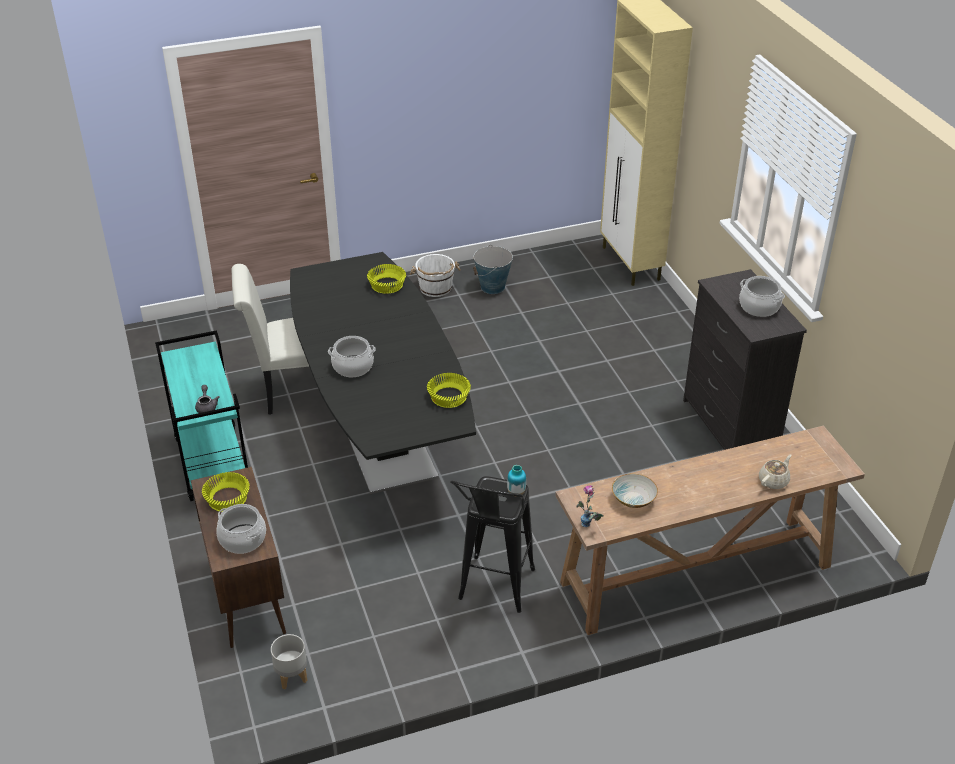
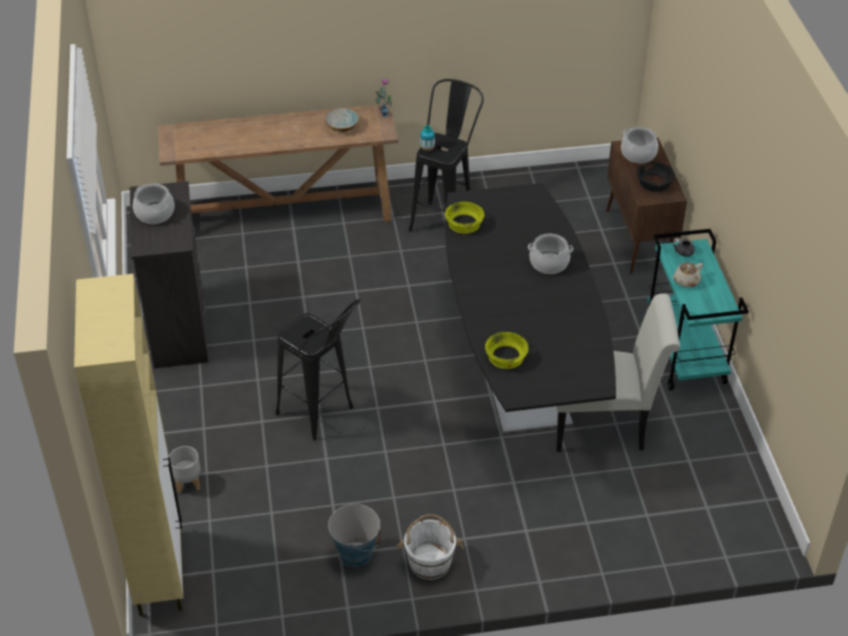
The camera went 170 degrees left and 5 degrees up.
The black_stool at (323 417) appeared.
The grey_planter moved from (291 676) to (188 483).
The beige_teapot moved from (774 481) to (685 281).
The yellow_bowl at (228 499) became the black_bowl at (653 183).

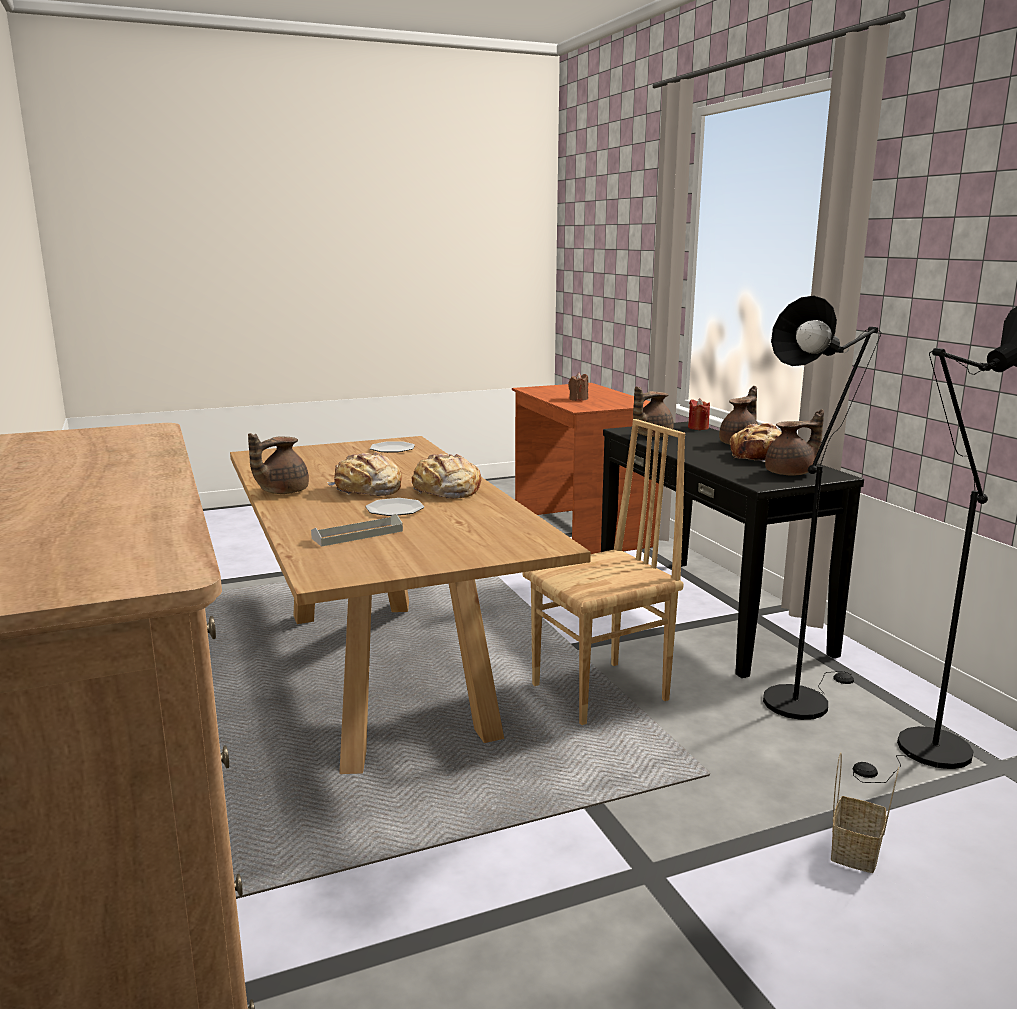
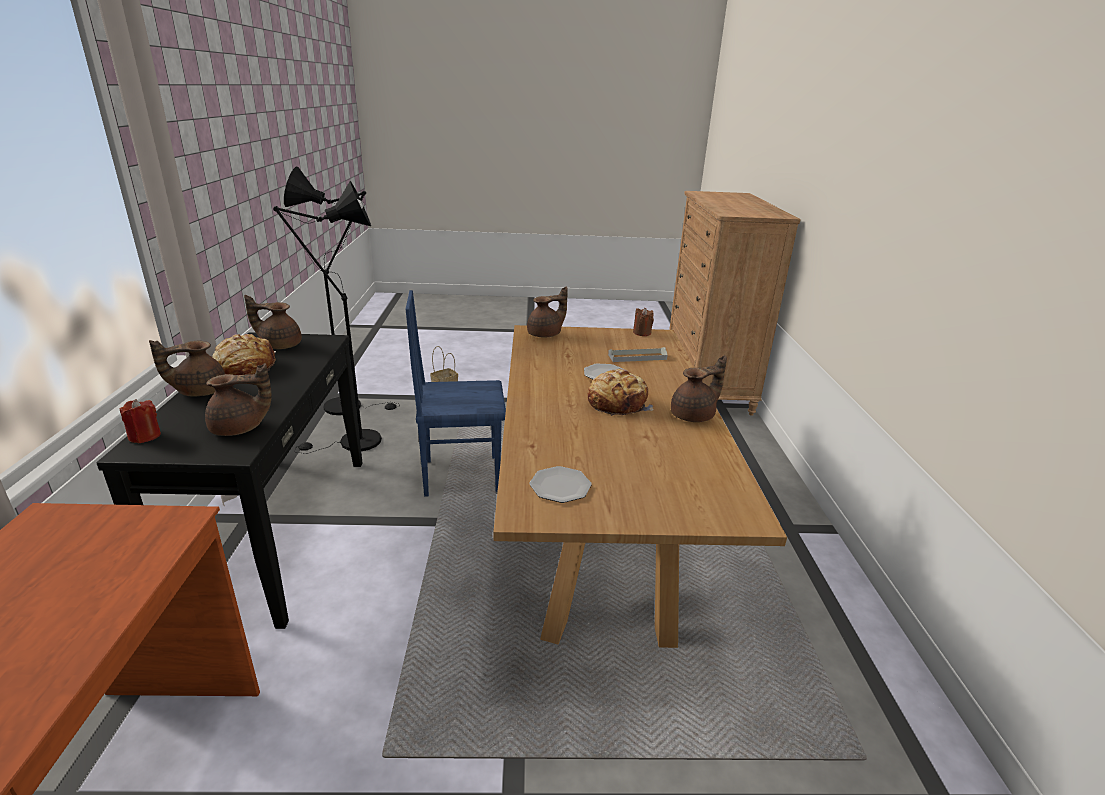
The camera went 160 degrees left and 10 degrees up.
The bread at (445 491) disappeared.
The brown_teapot at (546 334) appeared.
The brown_candle moved from (578 399) to (642 333).
The brown_chair at (602 693) became the blue_chair at (461 475).

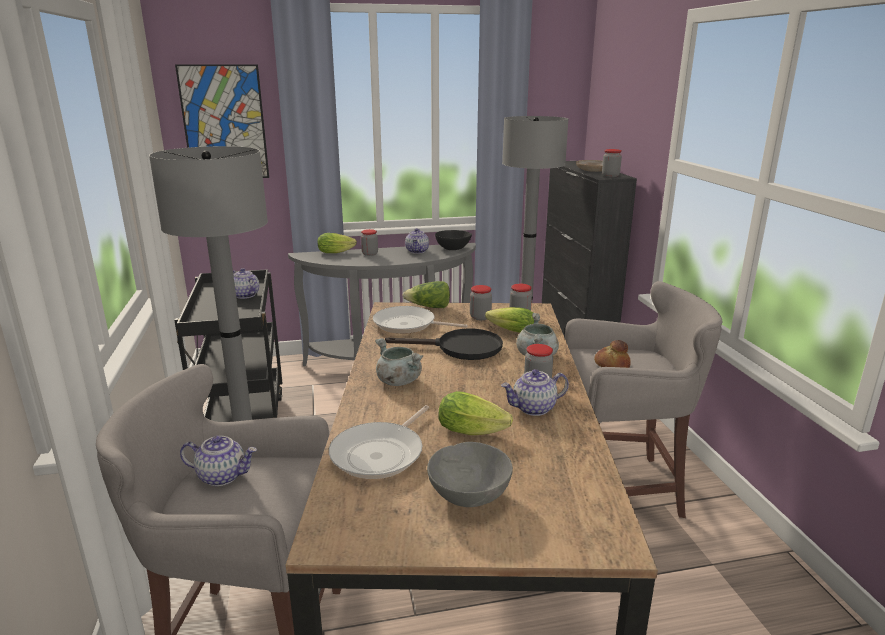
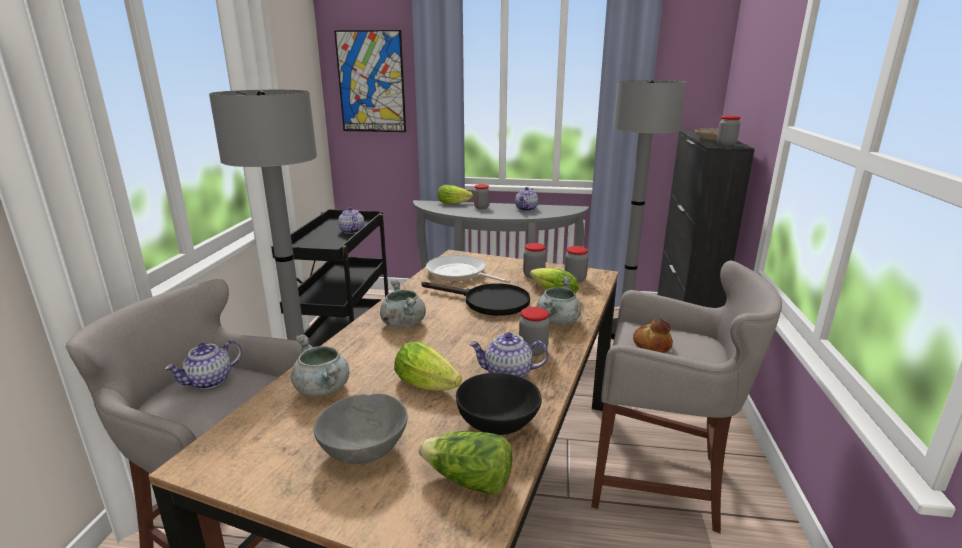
The camera went 20 degrees right and 0 degrees up.
The lettuce moved from (429 307) to (468 480).
The black_bowl moved from (453 248) to (497 423).
The frying_pan at (380 454) was replaced by the grey_cooking_pot at (323 389).
The teapot at (222 476) turned 105 degrees clockwise.

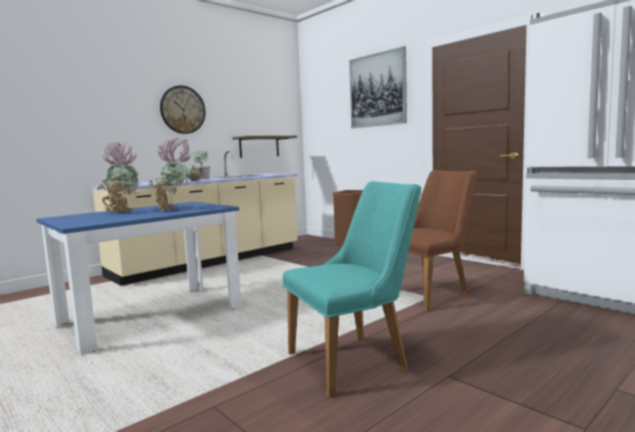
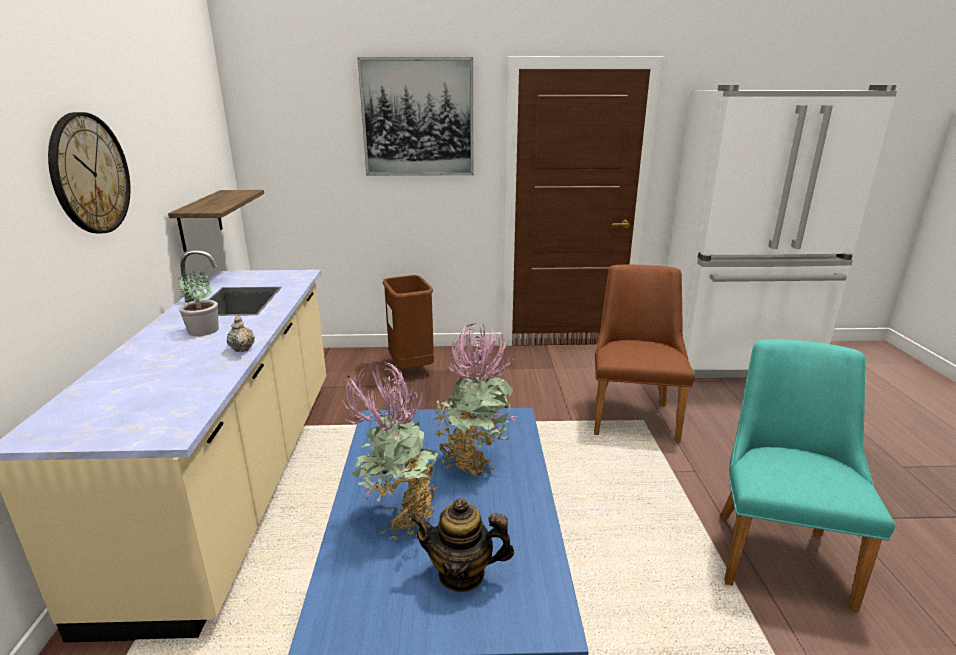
The camera went 50 degrees left and 15 degrees up.
The teapot at (462 574) appeared.

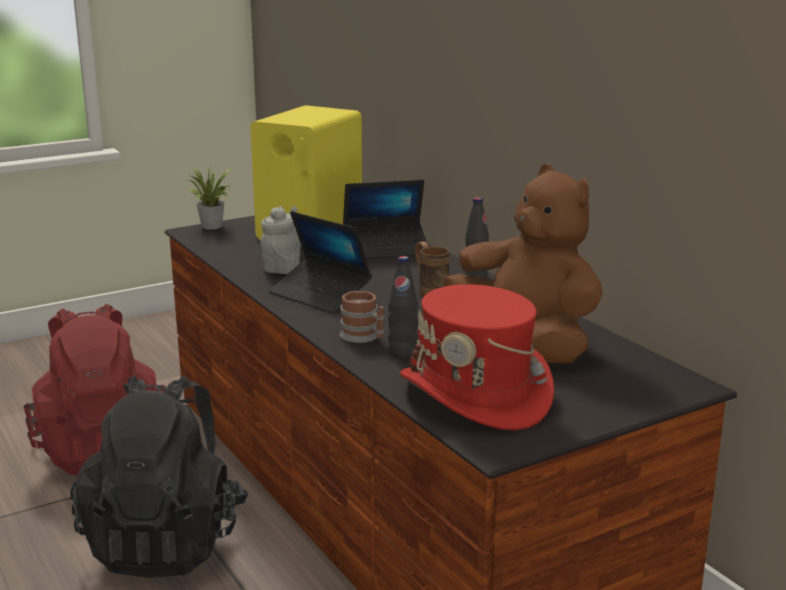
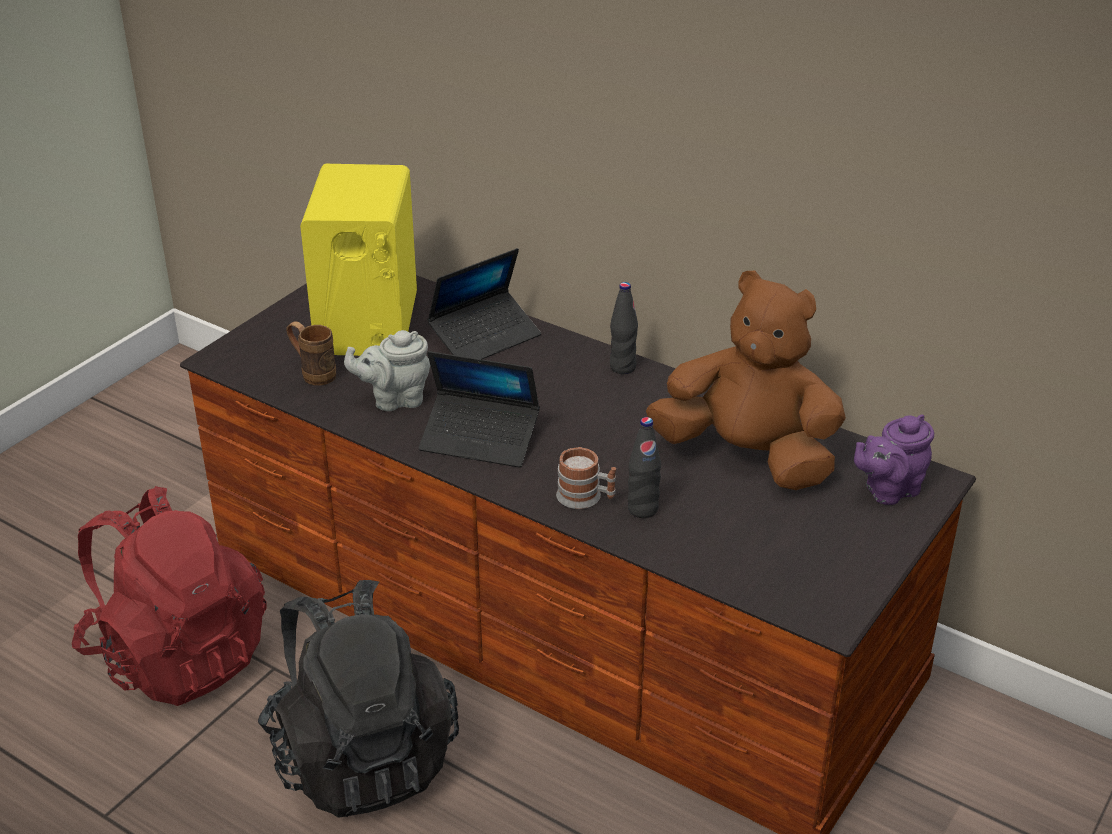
The camera went 25 degrees left and 15 degrees up.
The potted_plant at (211 227) disappeared.
The red_hat at (476 395) disappeared.
The purple_teapot at (888 490) appeared.
The brown_mug moved from (429 292) to (313 373).
The grey_teapot at (283 267) turned 90 degrees counterclockwise.

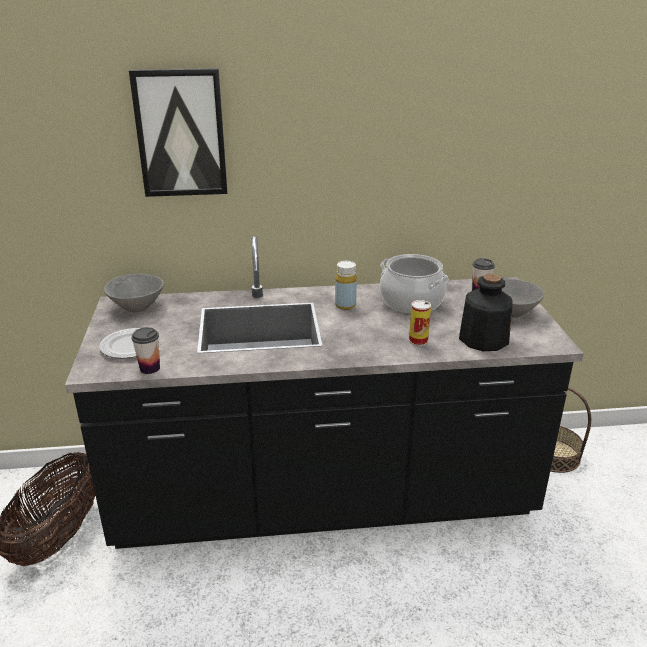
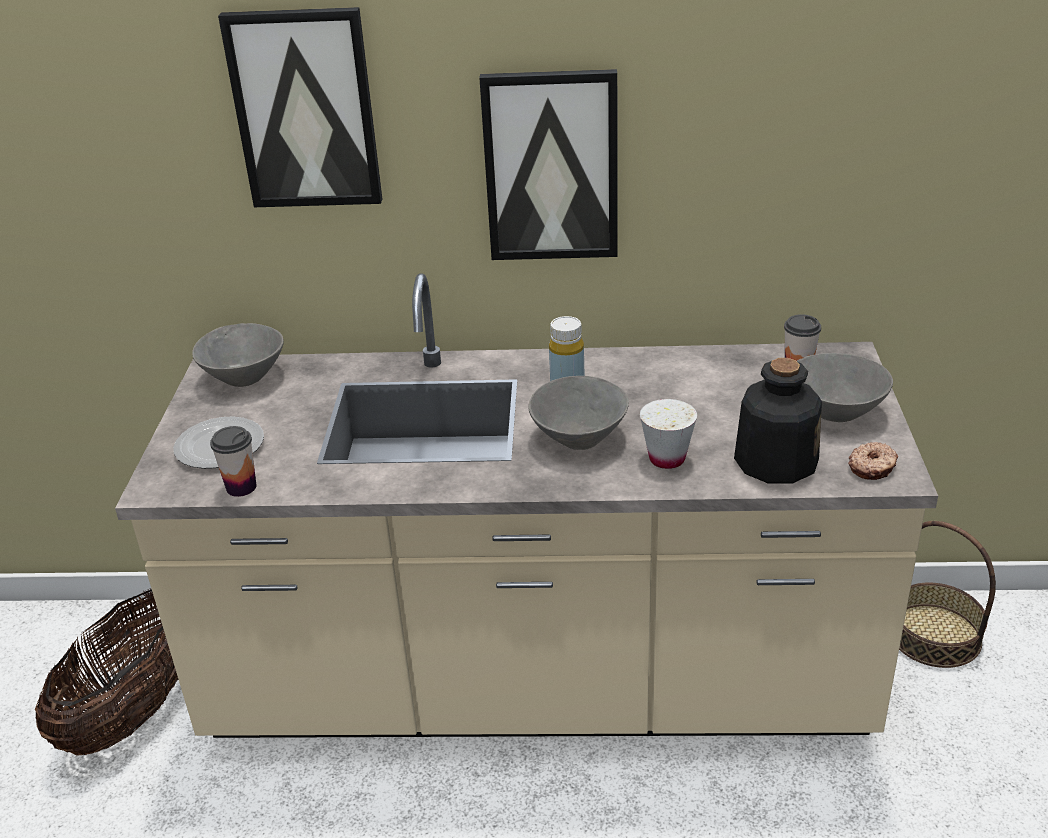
The camera went 10 degrees right and 5 degrees up.
The cooking_pot at (411 302) disappeared.
The picture at (551 166) appeared.
The grey_bowl at (578 439) appeared.
The donut at (872 468) appeared.
The can at (418 341) was replaced by the white_cup at (667 459).
The black_counter at (323 498) became the beige_counter at (538 682).

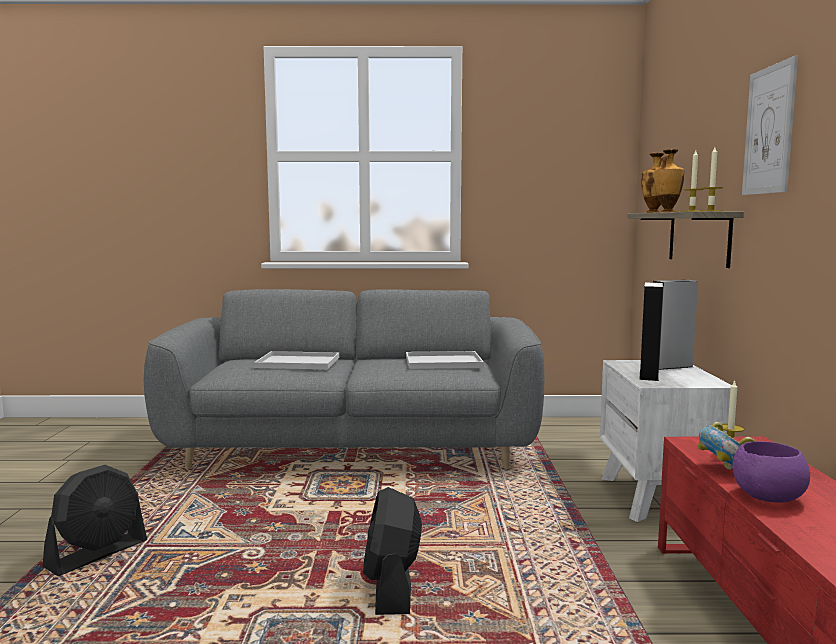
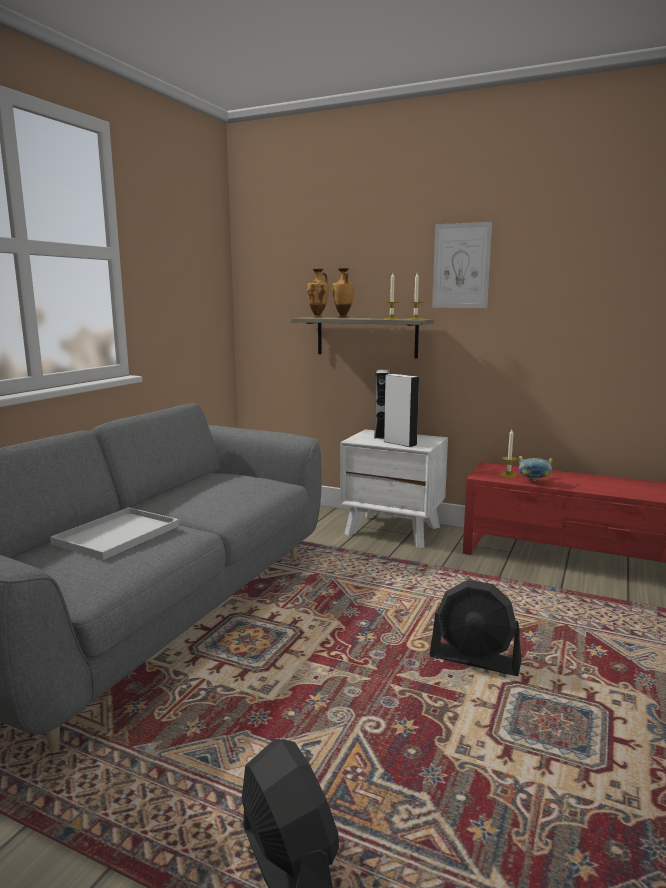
The camera went 65 degrees left and 5 degrees up.
The white_tray at (442 362) disappeared.
The purple_bowl at (767 496) disappeared.

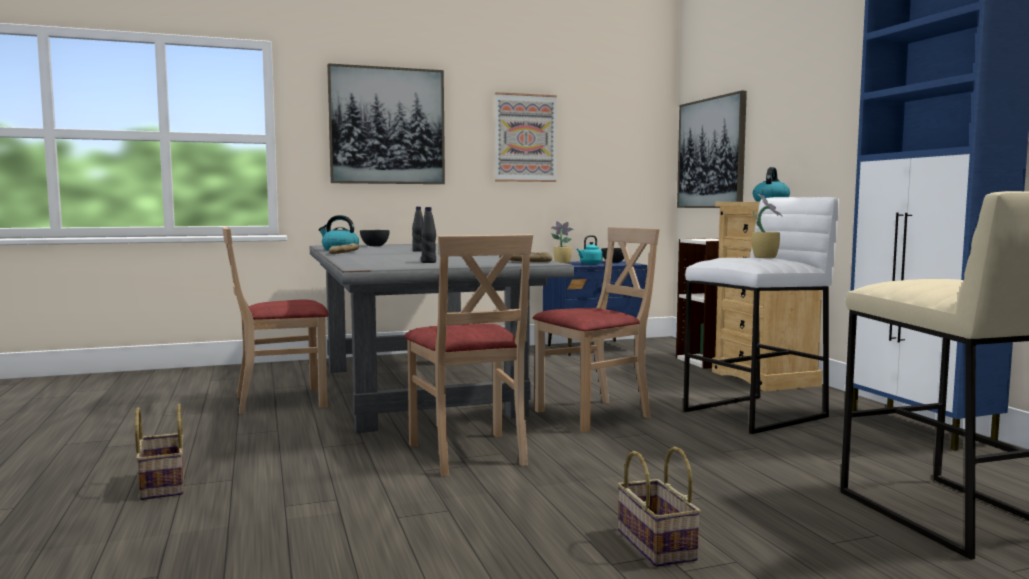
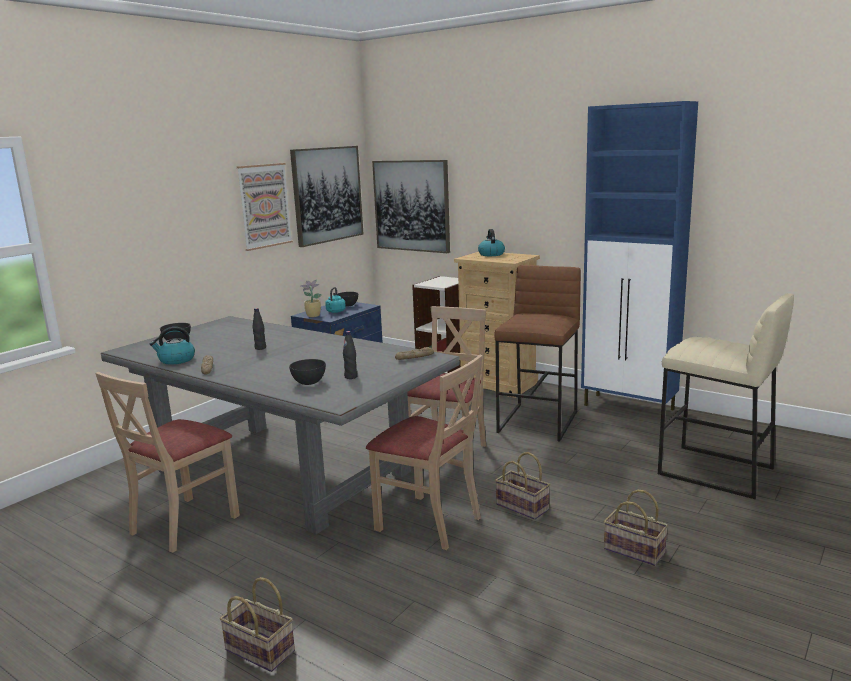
The camera went 35 degrees left and 10 degrees up.
The potted_plant at (765 257) disappeared.
The grey_bowl at (309 382) appeared.
The basket at (524 507) appeared.
The picture moved from (387 126) to (327 194).
The white_stool at (756 414) became the brown_stool at (539 422).

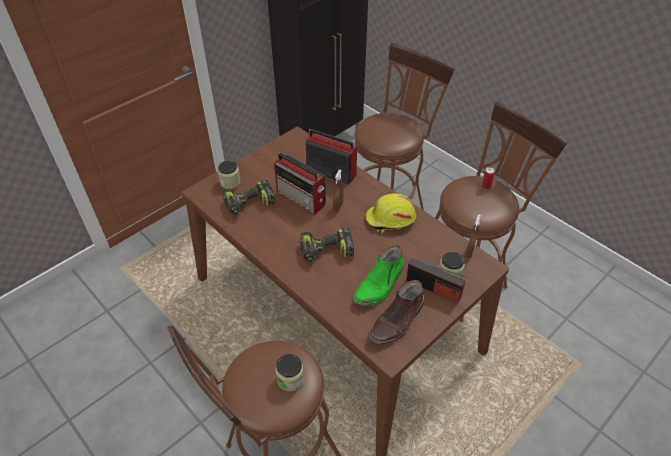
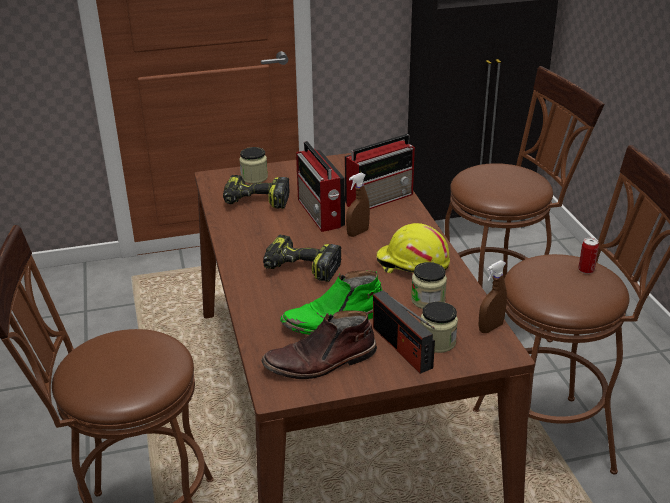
The camera went 30 degrees right and 15 degrees down.
The jar moved from (290 379) to (428 300).
The radio at (330 172) turned 90 degrees clockwise.

